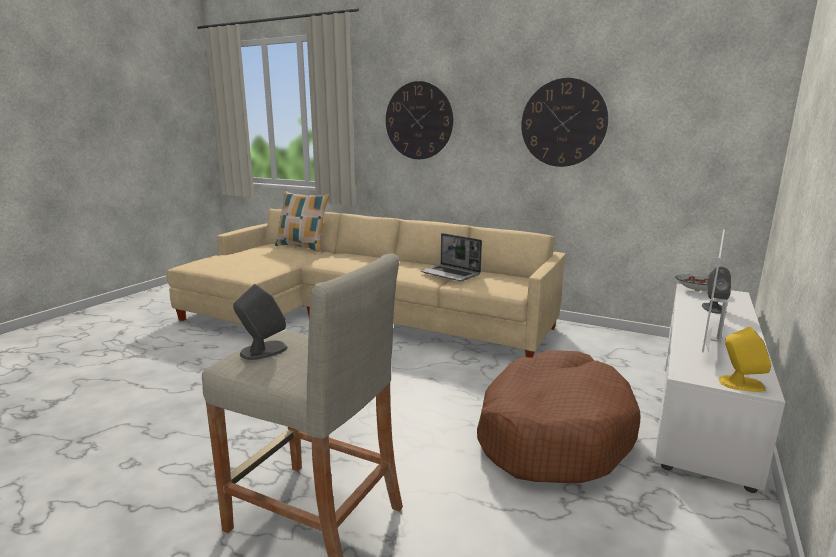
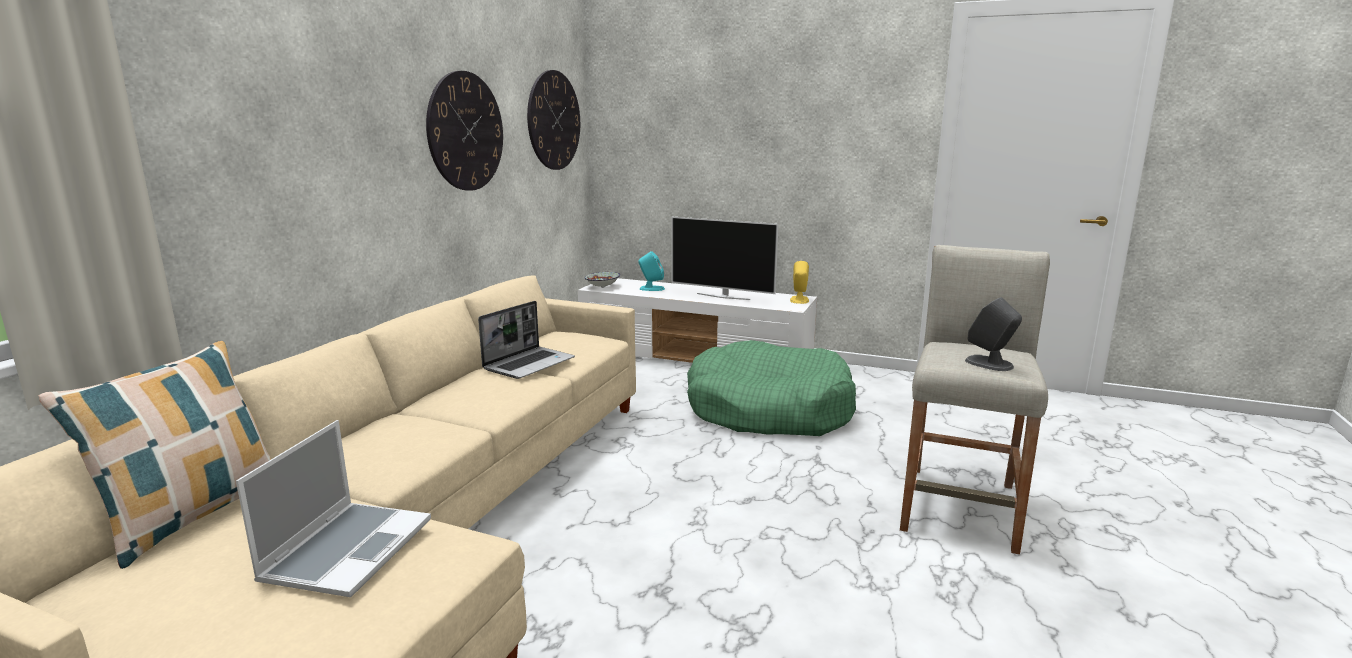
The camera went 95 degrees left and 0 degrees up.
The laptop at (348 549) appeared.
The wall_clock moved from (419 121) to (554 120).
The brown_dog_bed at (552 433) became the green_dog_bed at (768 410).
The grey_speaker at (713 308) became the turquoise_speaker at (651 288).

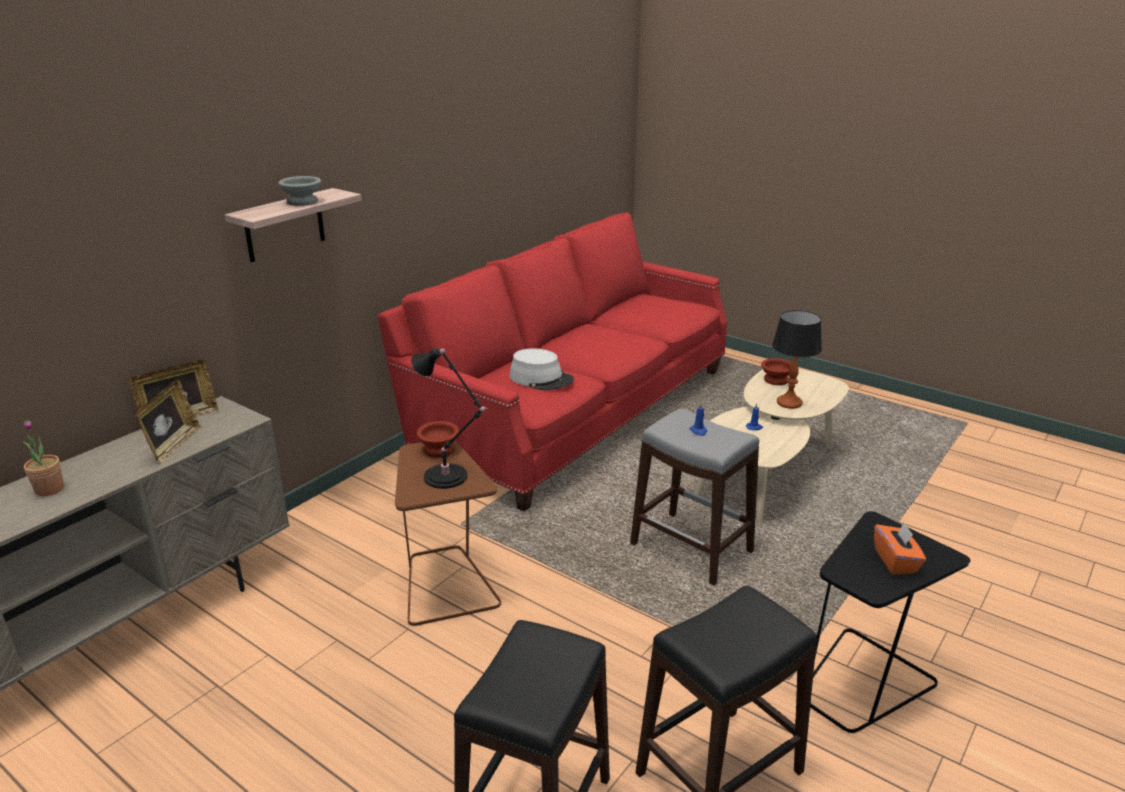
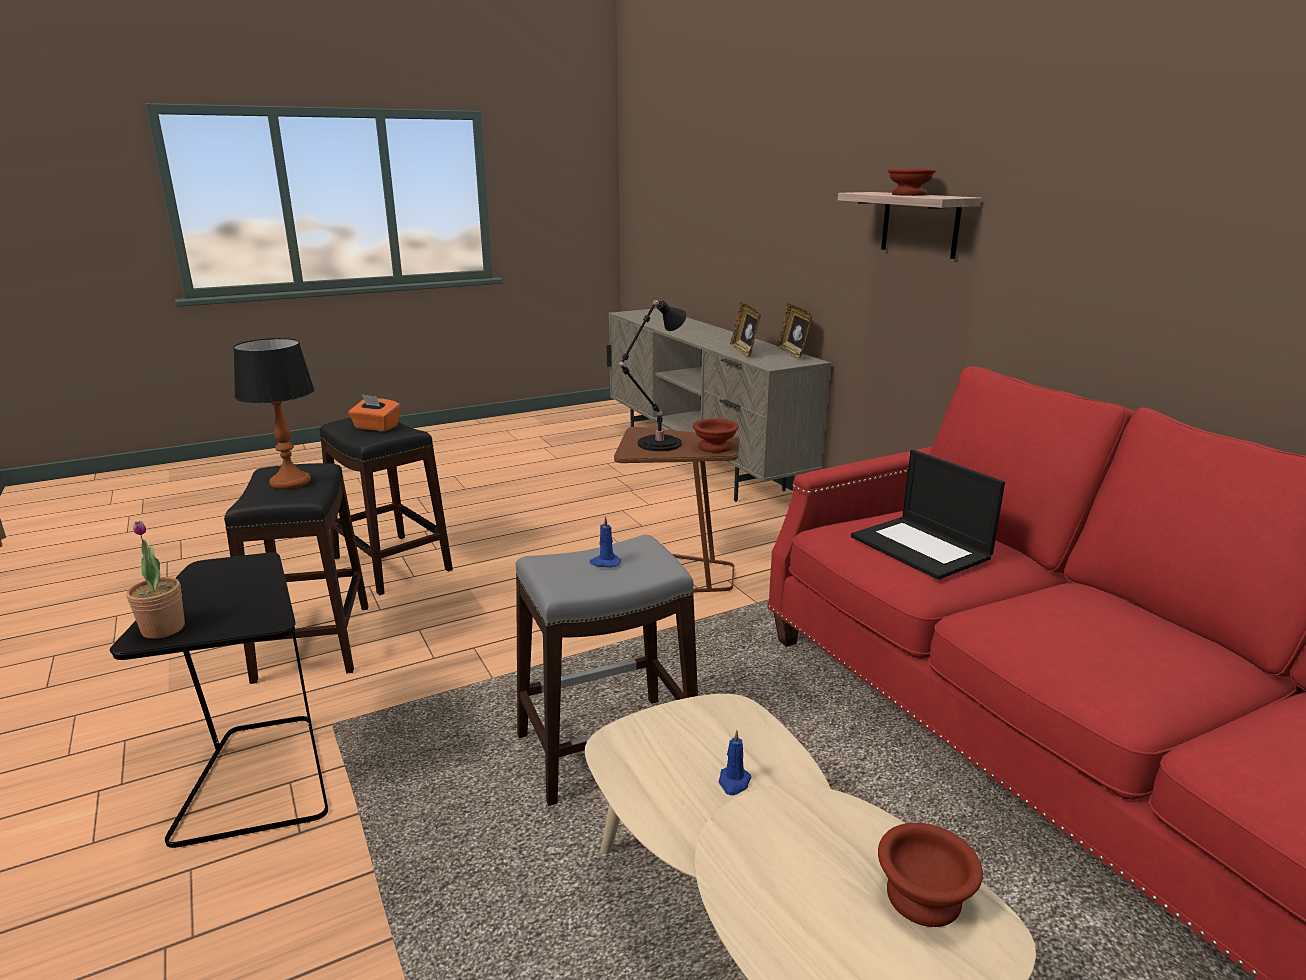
The camera went 115 degrees right and 5 degrees down.
The potted_plant moved from (49 489) to (163 629).
The table_lamp moved from (789 403) to (290 482).
The orange_tissue_box moved from (896 561) to (376 427).
The grey_hat at (541 378) was replaced by the laptop at (922 548).
The grey_bowl at (301 202) became the brown_bowl at (908 194).
The picture_frame at (173 446) turned 45 degrees clockwise.

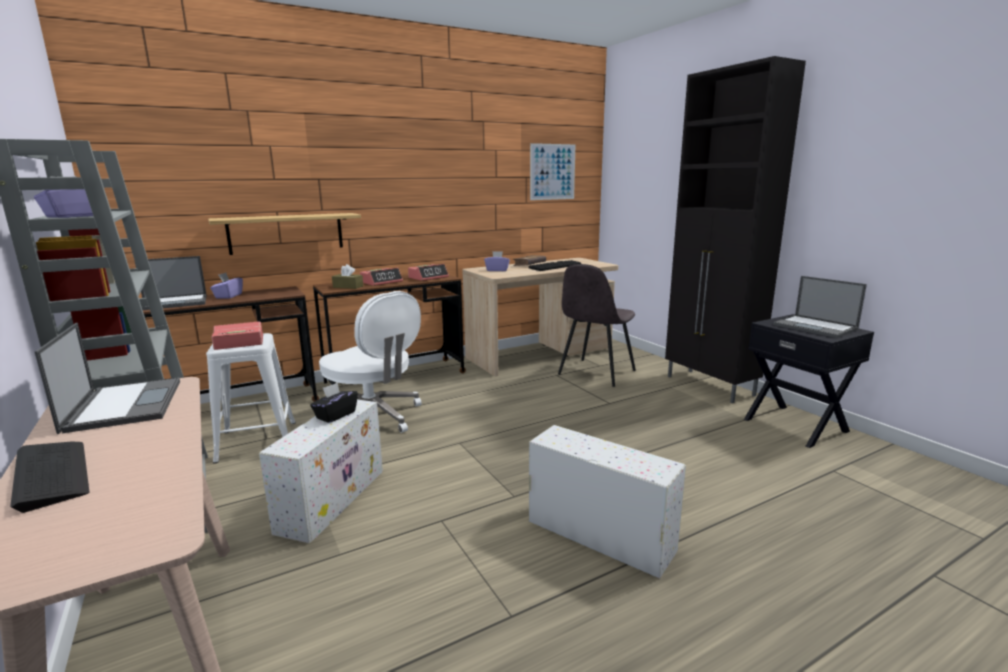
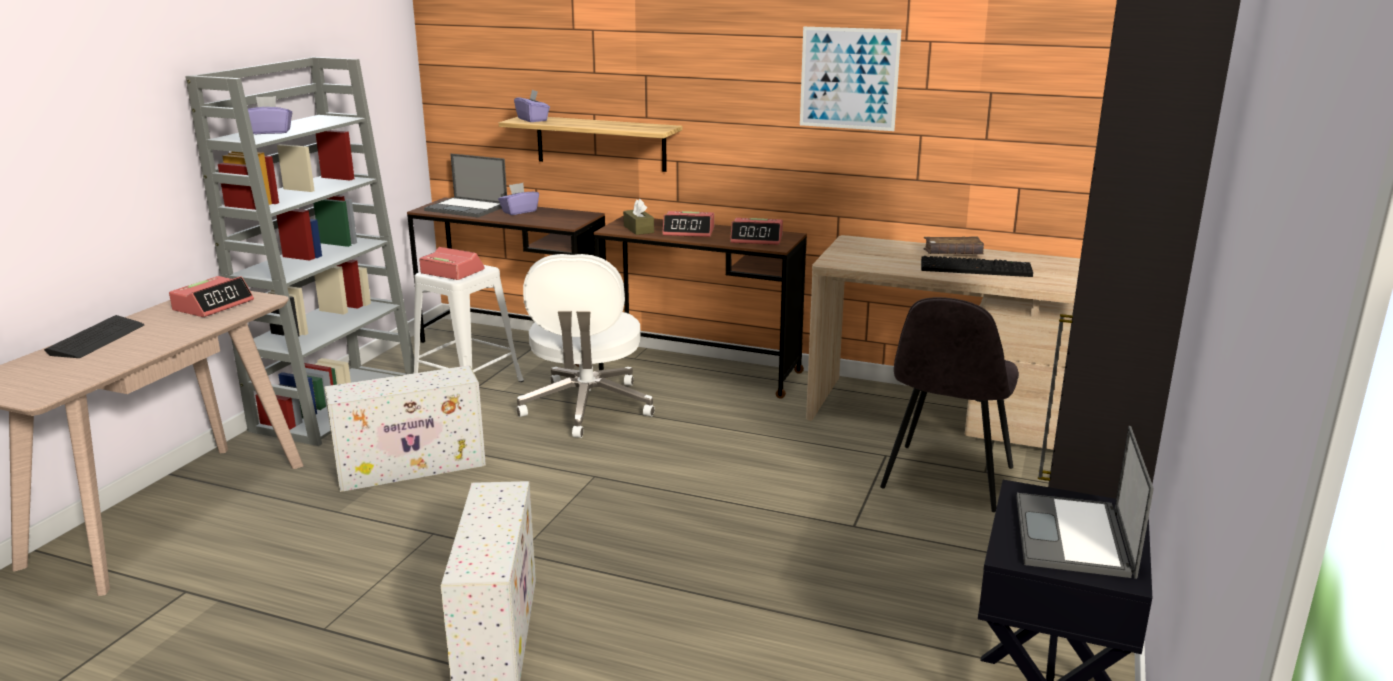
The camera went 50 degrees right and 5 degrees up.
The black_tissue_box at (335 415) disappeared.
The purple_tissue_box moved from (497 270) to (533 119).
The picture moved from (552 172) to (849 78).
The laptop at (124 404) was replaced by the alarm_clock at (213 305).
The grey_chair at (595 373) turned 60 degrees counterclockwise.

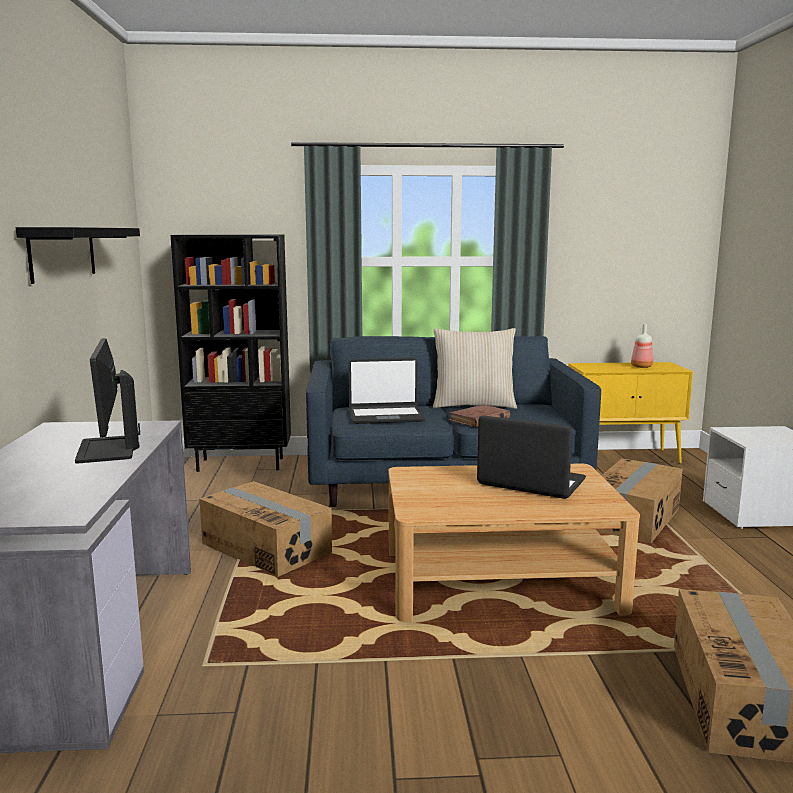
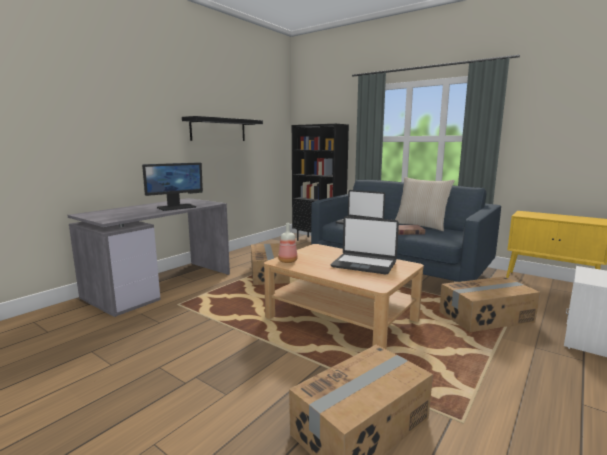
The camera went 40 degrees right and 0 degrees up.
The bottle moved from (642 367) to (287 261).
The monitor at (108 449) turned 150 degrees counterclockwise.
The laptop at (531 483) turned 135 degrees clockwise.

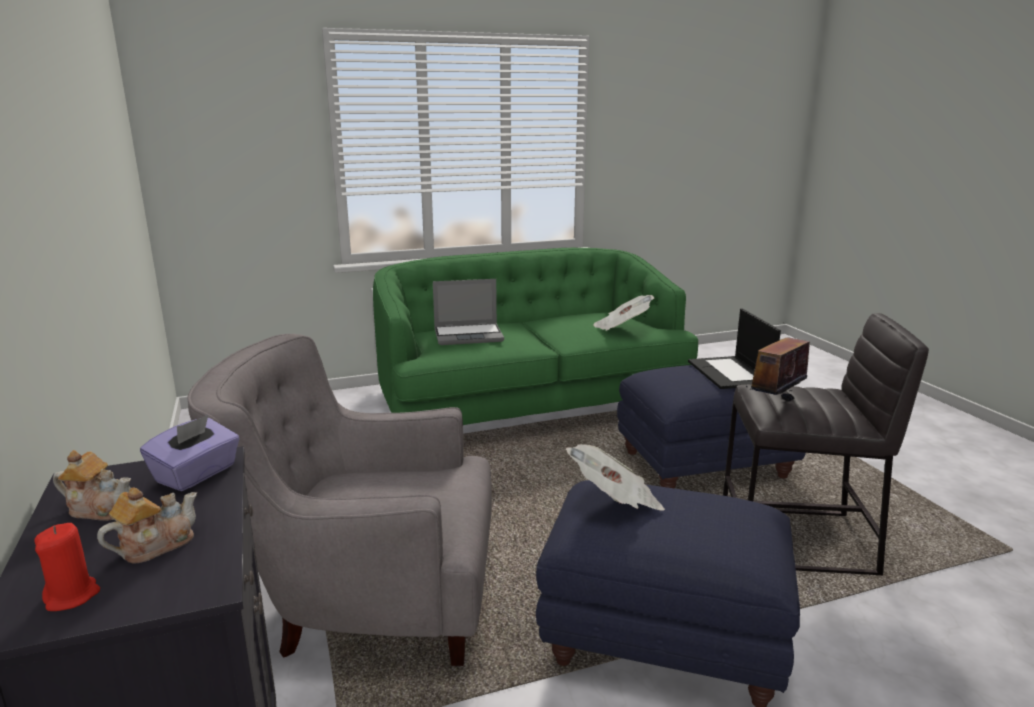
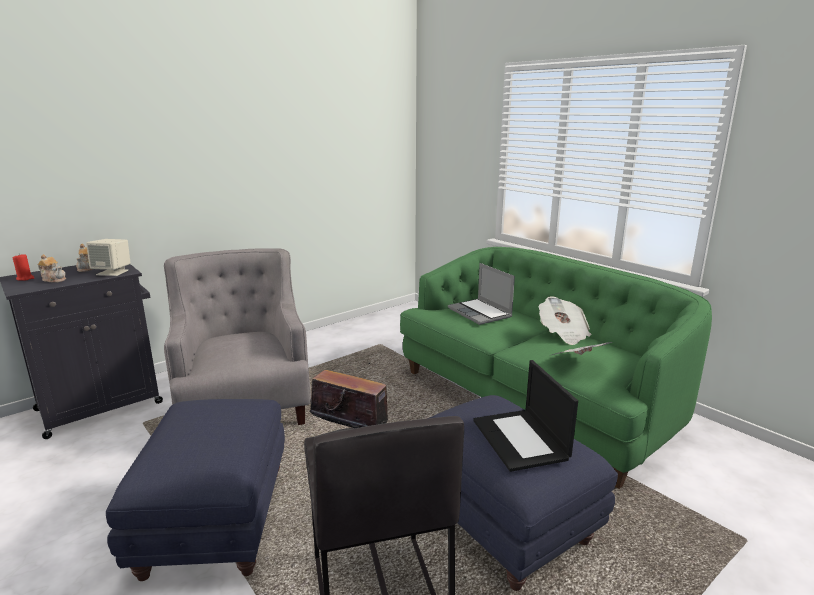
The camera went 70 degrees right and 0 degrees up.
The newspaper moved from (615 500) to (563 334).
The purple_tissue_box at (197 474) was replaced by the beige_speaker at (113 272).
The laptop at (730 373) turned 75 degrees counterclockwise.

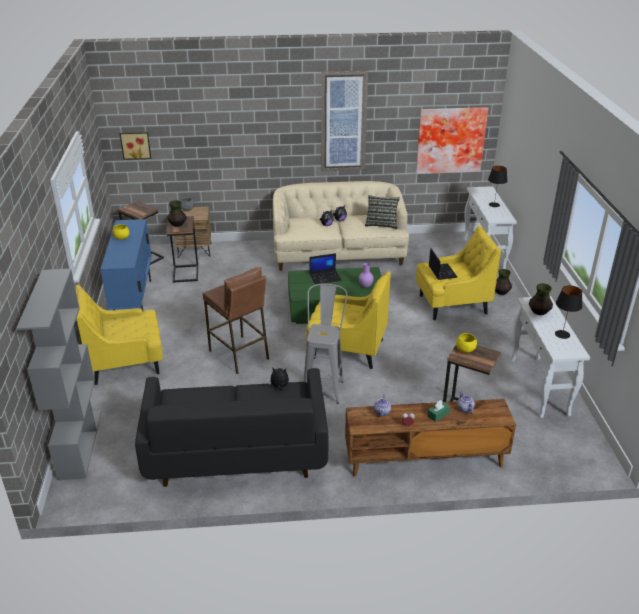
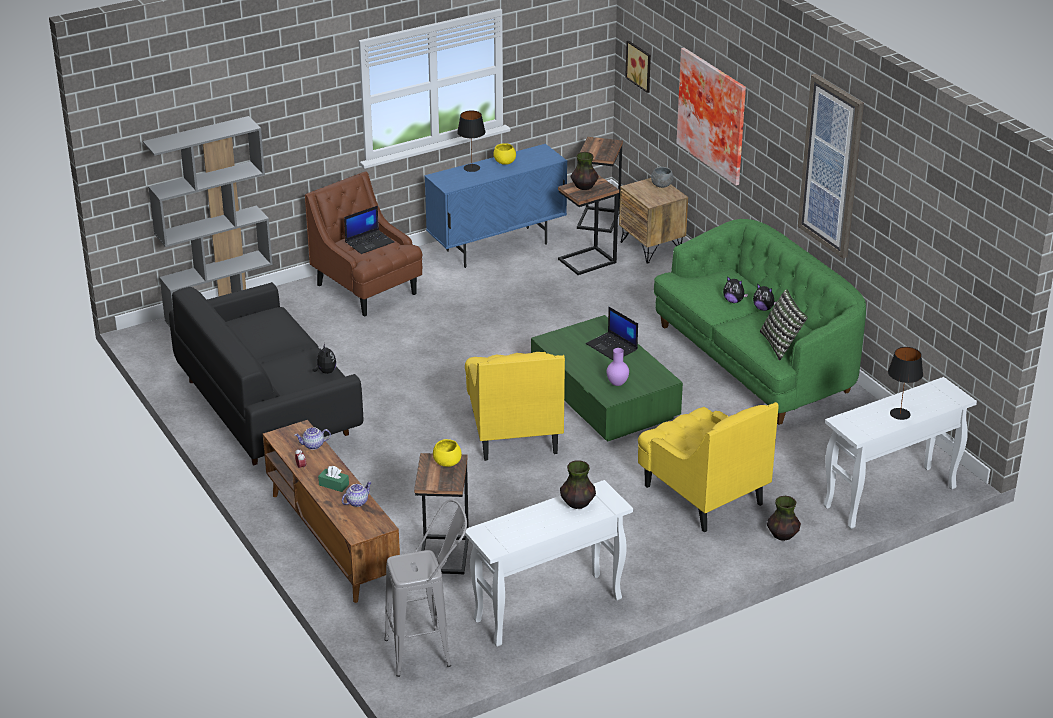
The camera went 65 degrees right and 0 degrees up.
The brown_stool at (239 355) disappeared.
The grey_stool moved from (324 386) to (429 651).
The picture moved from (450 139) to (714 114).
The laptop moved from (442 272) to (369 242).
The black_table_lamp moved from (562 334) to (471 168).
The yellow_armchair at (126 363) became the brown_armchair at (367 290).
The beige_sofa at (338 254) became the green_sofa at (756 361).

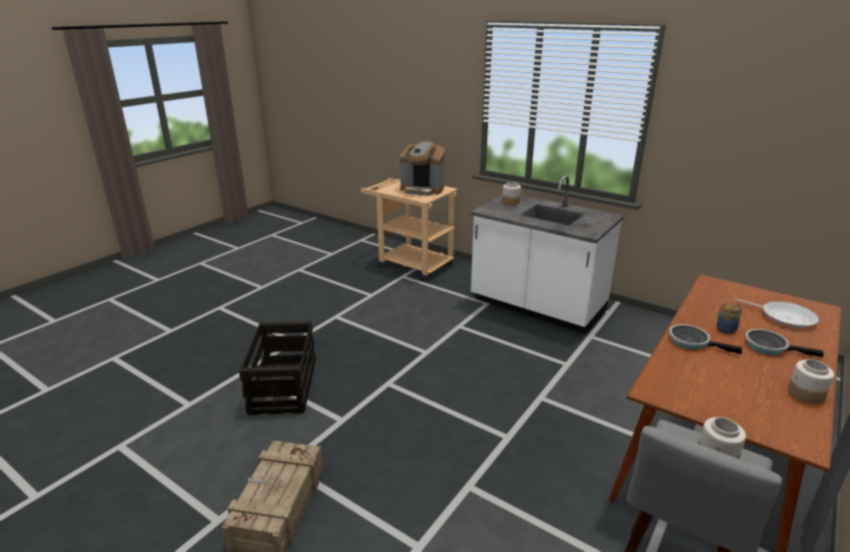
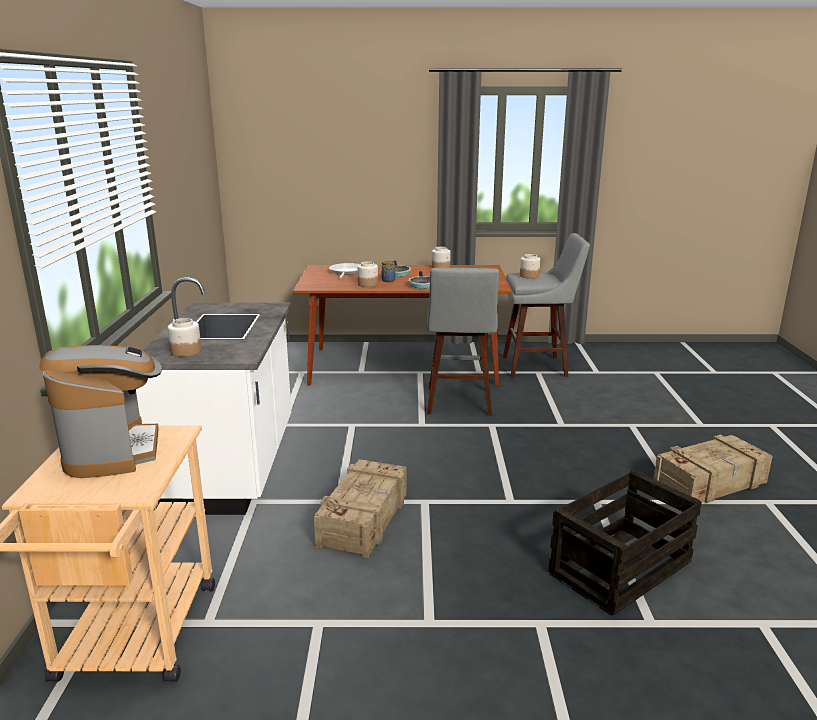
The camera went 125 degrees left and 5 degrees down.
The crate at (364 519) appeared.
The jar at (367 284) appeared.
The grey_stool at (459 403) appeared.

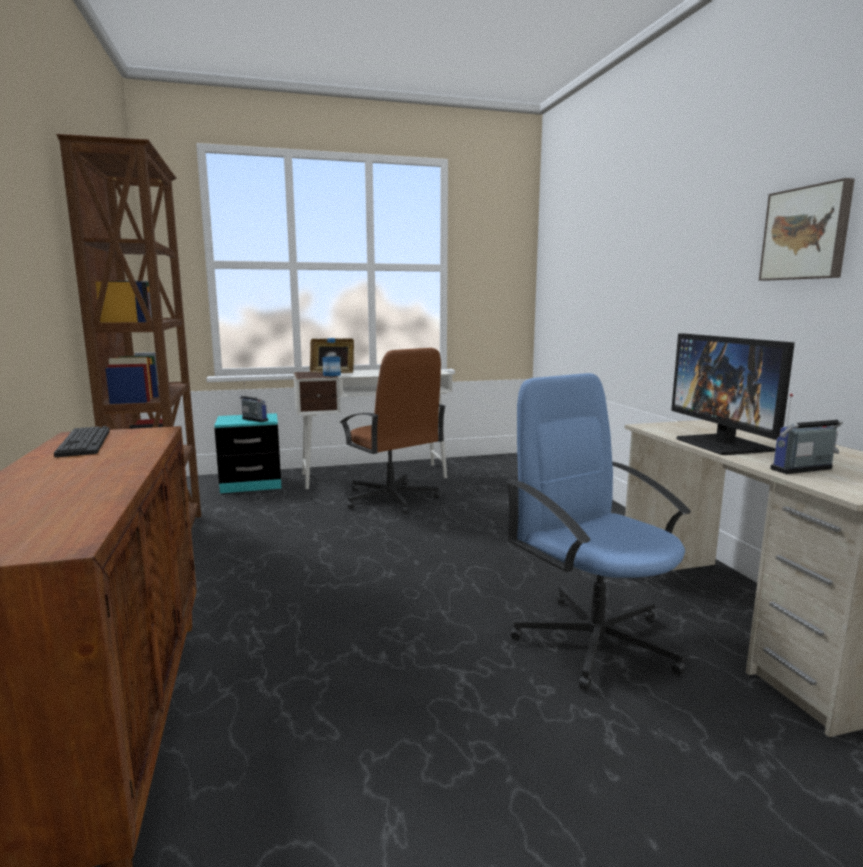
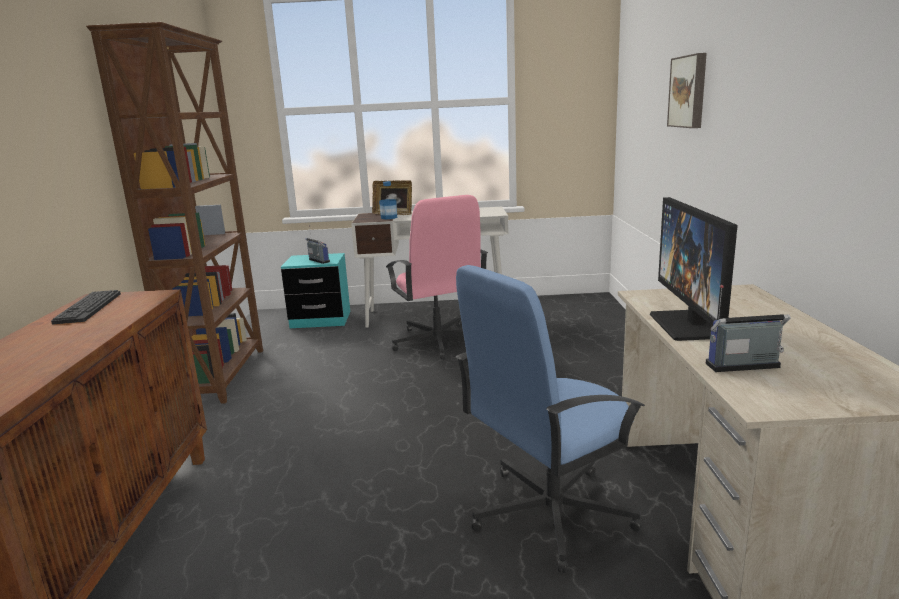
The camera went 15 degrees right and 5 degrees up.
The picture moved from (807 233) to (689 91).
The brown_office_chair at (391 499) became the pink_office_chair at (438 342).
The blue_office_chair at (594 639) turned 105 degrees counterclockwise.

